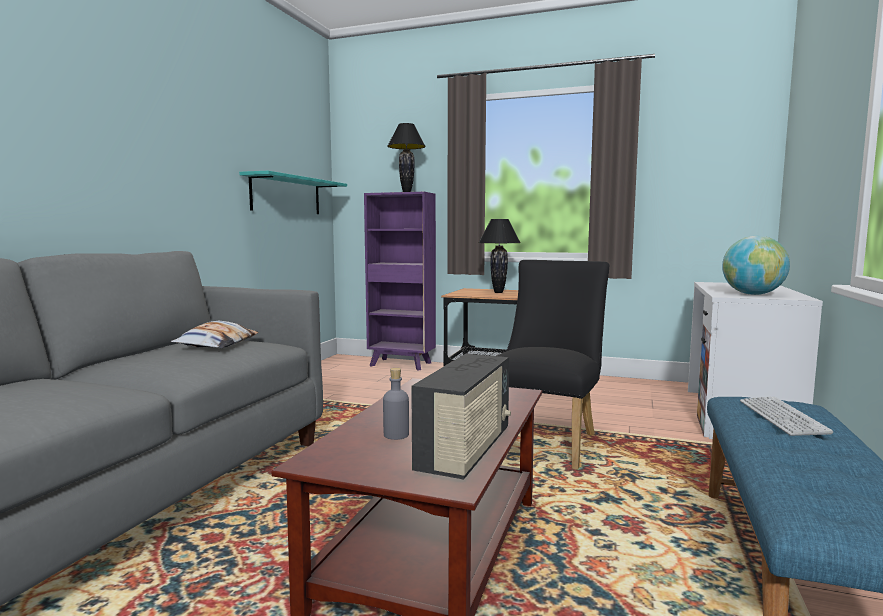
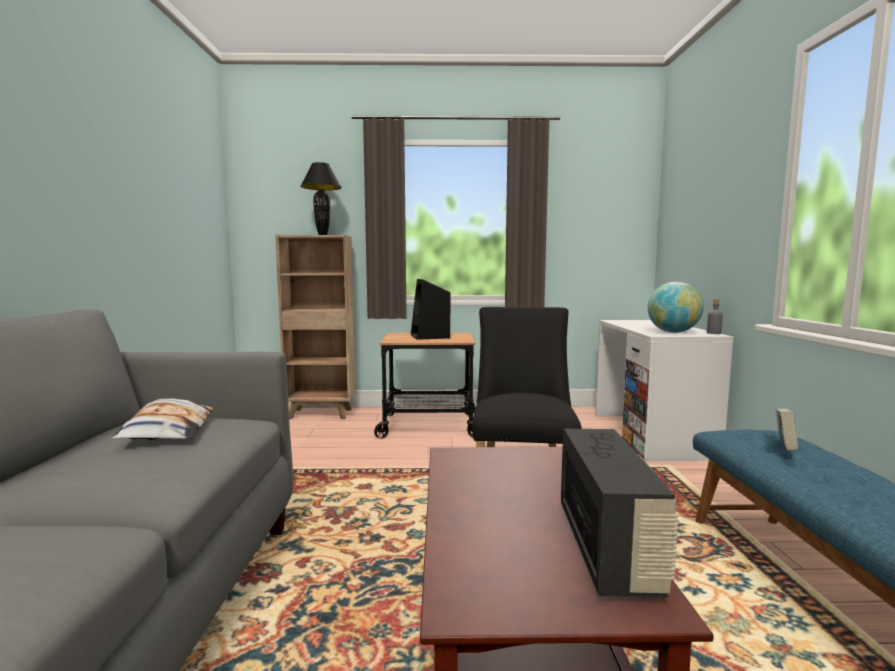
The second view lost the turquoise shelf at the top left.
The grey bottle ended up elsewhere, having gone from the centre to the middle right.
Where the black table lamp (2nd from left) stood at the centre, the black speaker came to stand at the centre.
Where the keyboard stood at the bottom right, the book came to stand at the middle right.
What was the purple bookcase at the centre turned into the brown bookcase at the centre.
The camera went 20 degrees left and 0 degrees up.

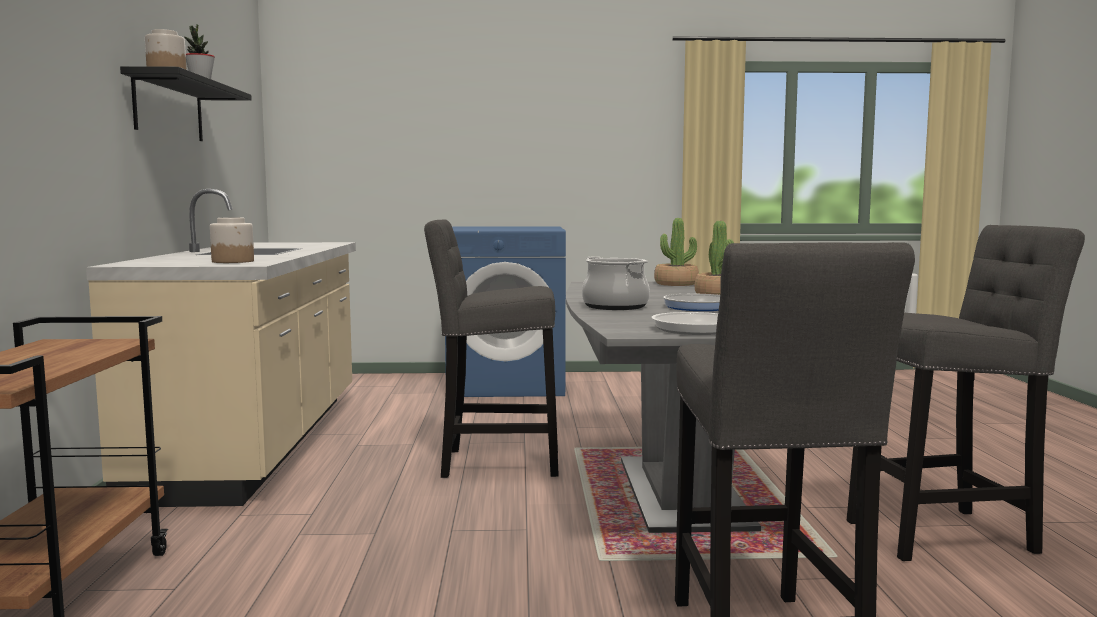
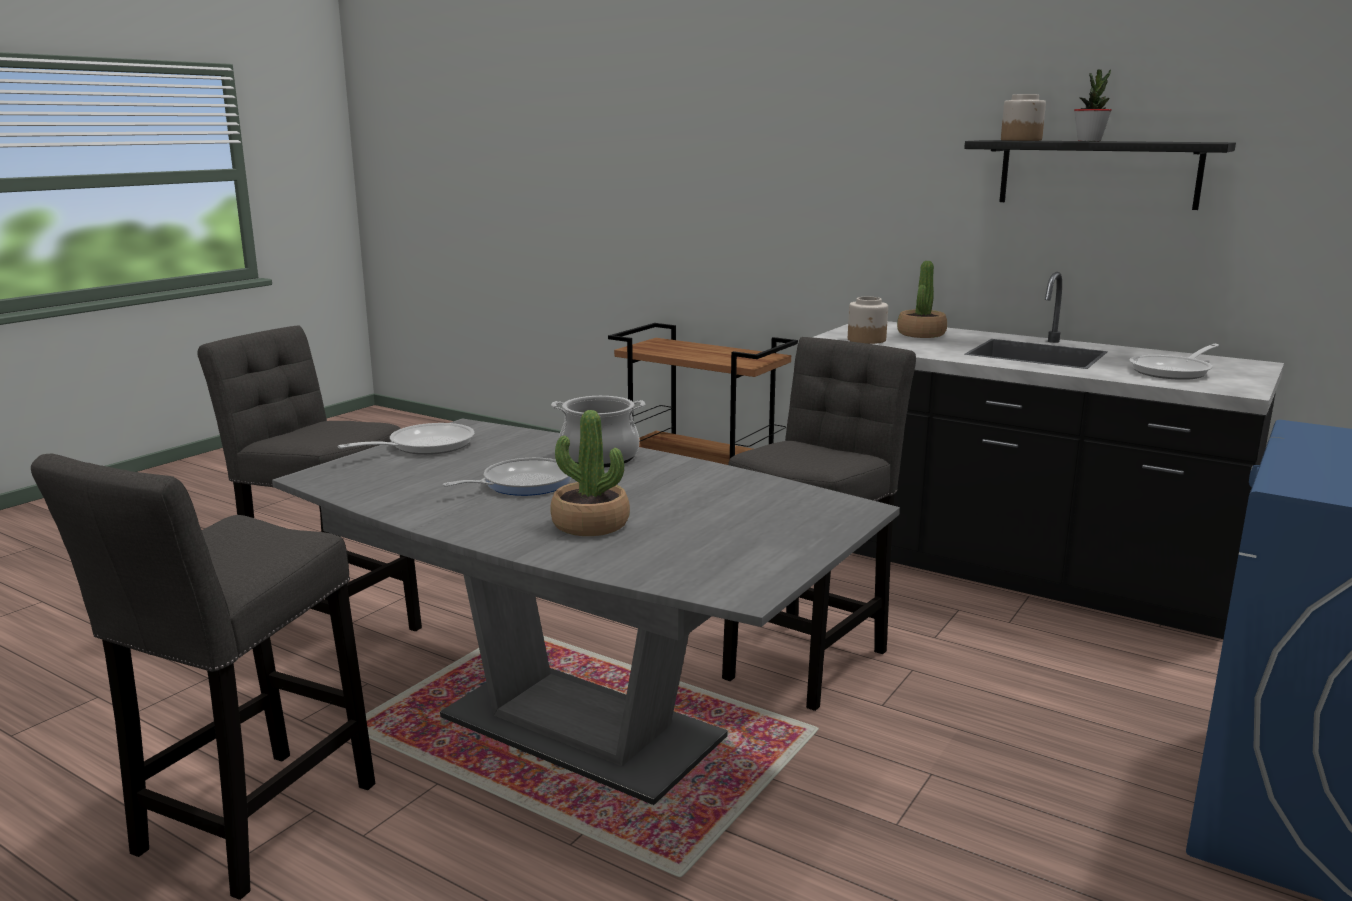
The second view gained the frying pan (3rd from left) at the middle right.
The potted plant (2nd from left) ended up elsewhere, having gone from the centre to the top right.
What was the beige counter at the middle left turned into the black counter at the middle right.
The camera went 125 degrees right and 10 degrees up.

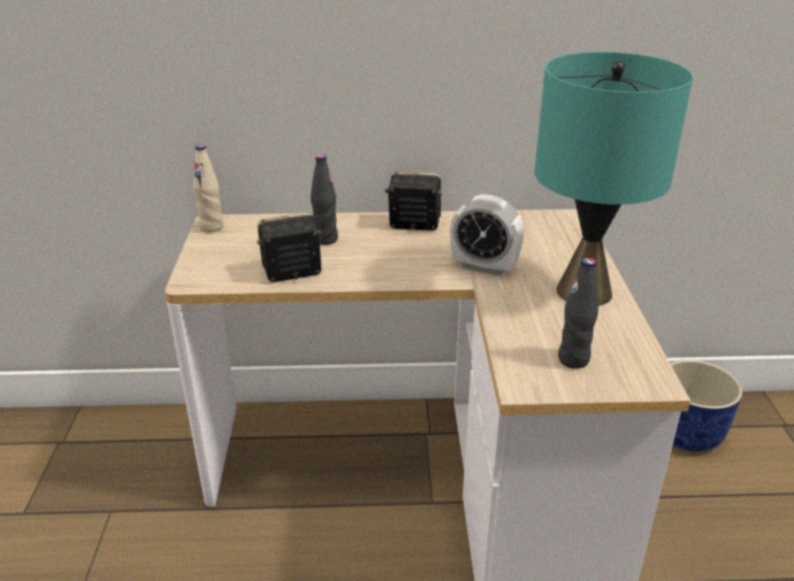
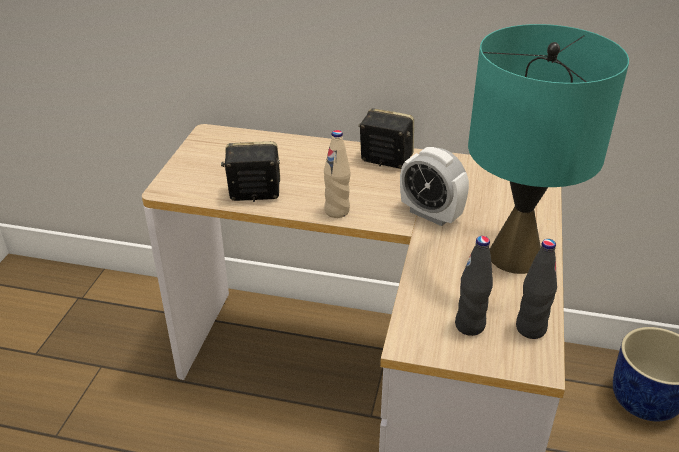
The beige bottle ended up elsewhere, having gone from the top left to the centre.
The black bottle (1st from left in the first image) ended up elsewhere, having gone from the centre to the middle right.
The camera went 15 degrees right and 5 degrees up.

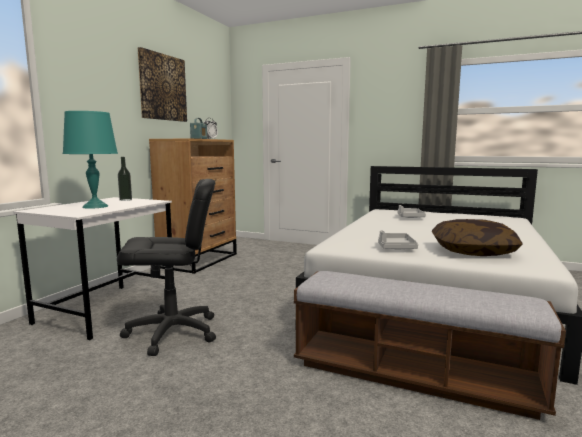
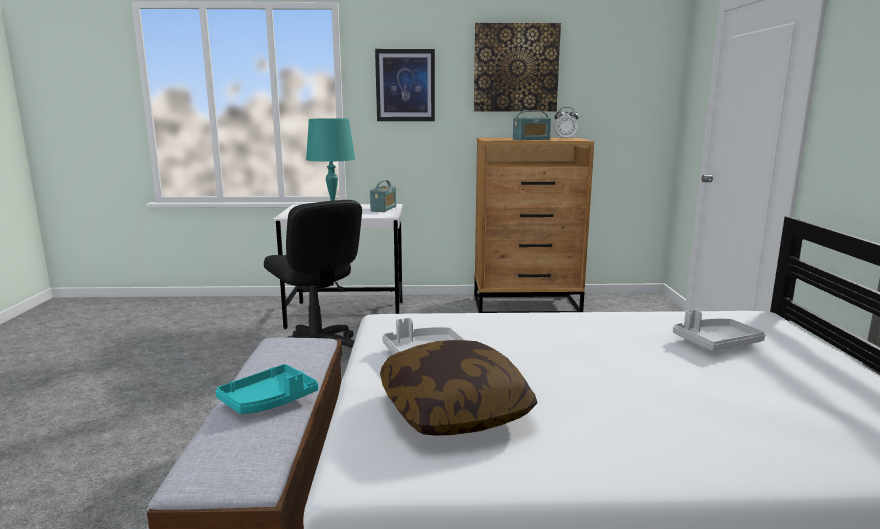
The second view gained the turquoise tray at the bottom left.
The second view gained the picture (1st from left) at the top centre.
Where the bottle stood at the middle left, the radio (1st from left) came to stand at the centre.
The camera went 65 degrees right and 5 degrees up.

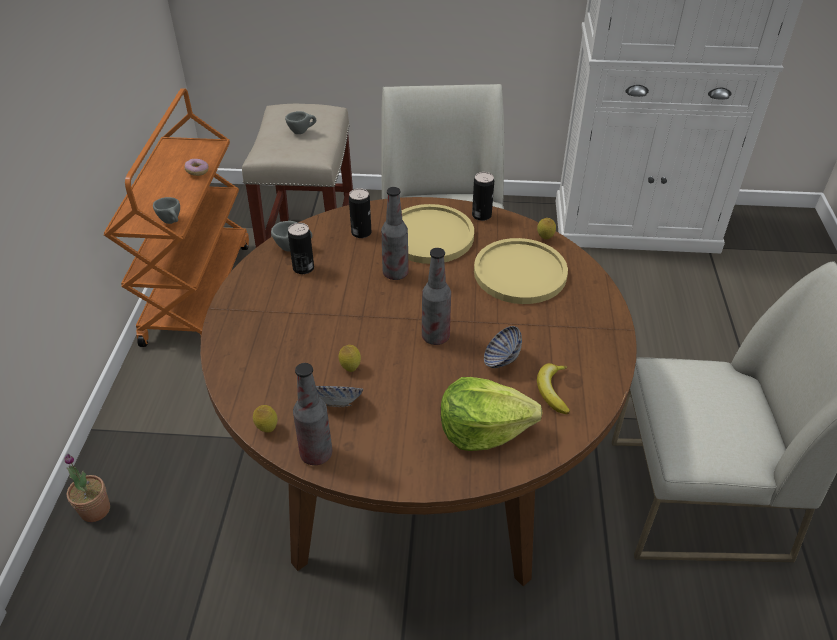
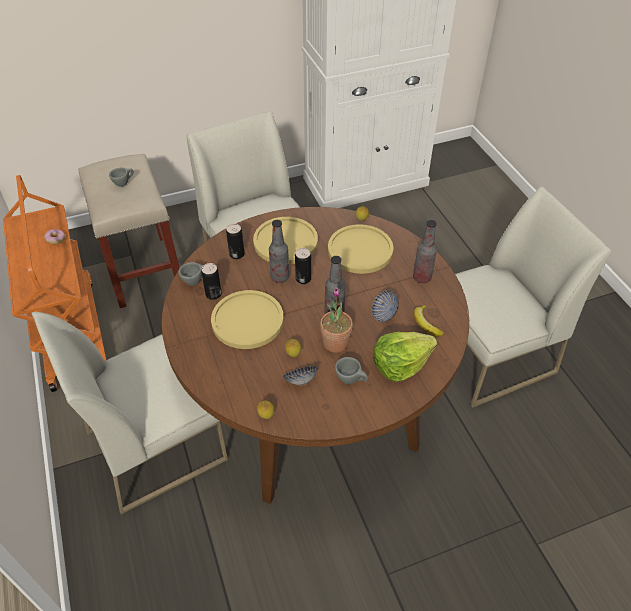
The second view gained the white chair (1st from left) at the bottom left.
The second view gained the yellow plate (1st from left) at the centre.
The potted plant ended up elsewhere, having gone from the bottom left to the centre.
The grey cup (1st from left in the first image) ended up elsewhere, having gone from the top left to the centre.
The bottle (1st from left in the first image) ended up elsewhere, having gone from the centre to the middle right.
The can (3rd from left) ended up elsewhere, having gone from the top centre to the centre.
The camera went 25 degrees left and 5 degrees up.

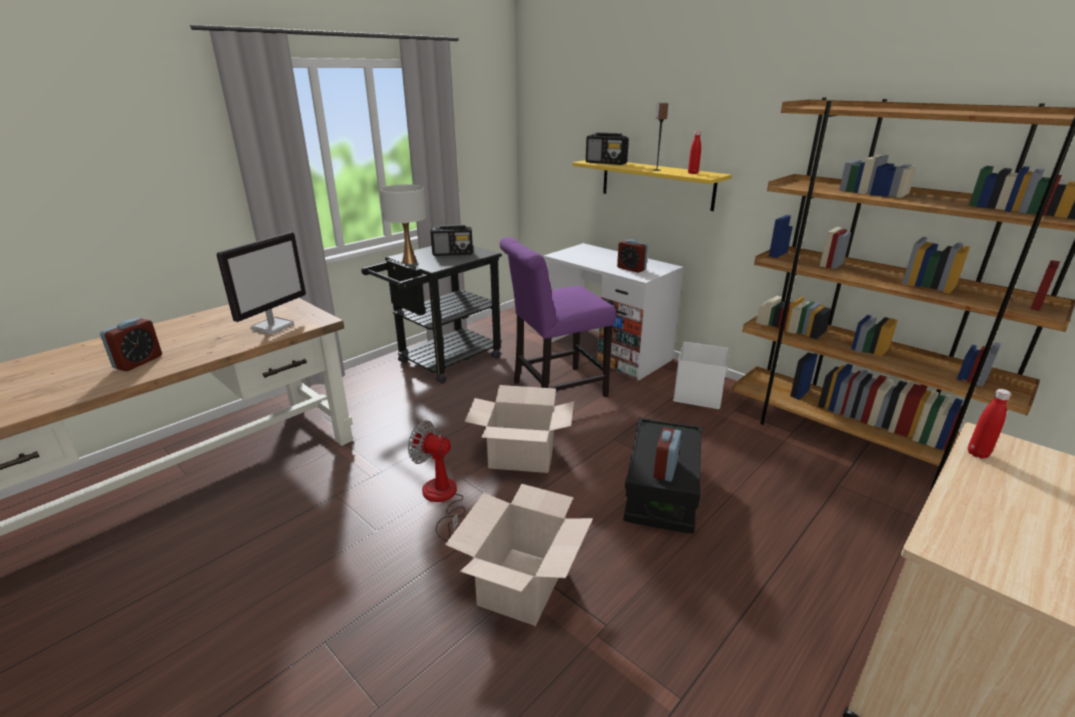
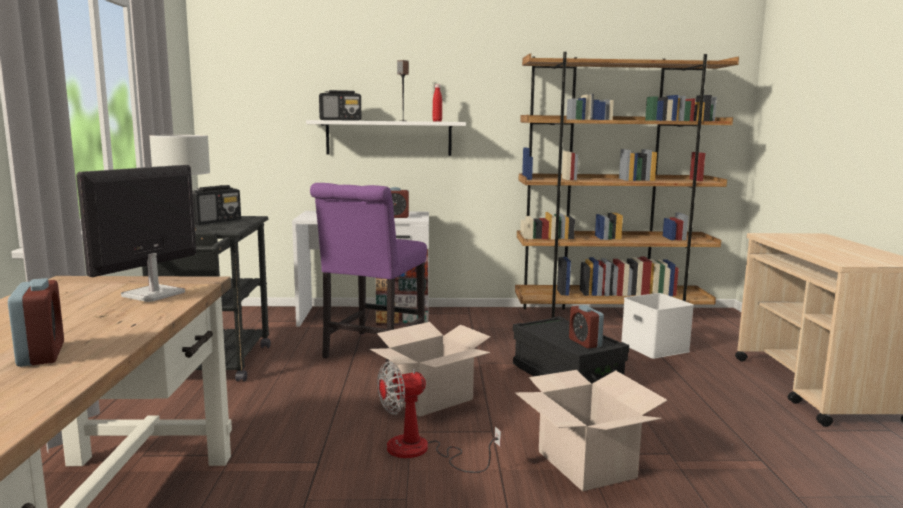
The second view lost the red bottle (2nd from left) at the middle right.
The white storage box ended up elsewhere, having gone from the centre to the middle right.
What was the yellow shelf at the top centre turned into the white shelf at the top centre.
The monitor at the middle left ended up facing another way, 135 degrees counterclockwise from before.
The camera went 45 degrees left and 15 degrees down.

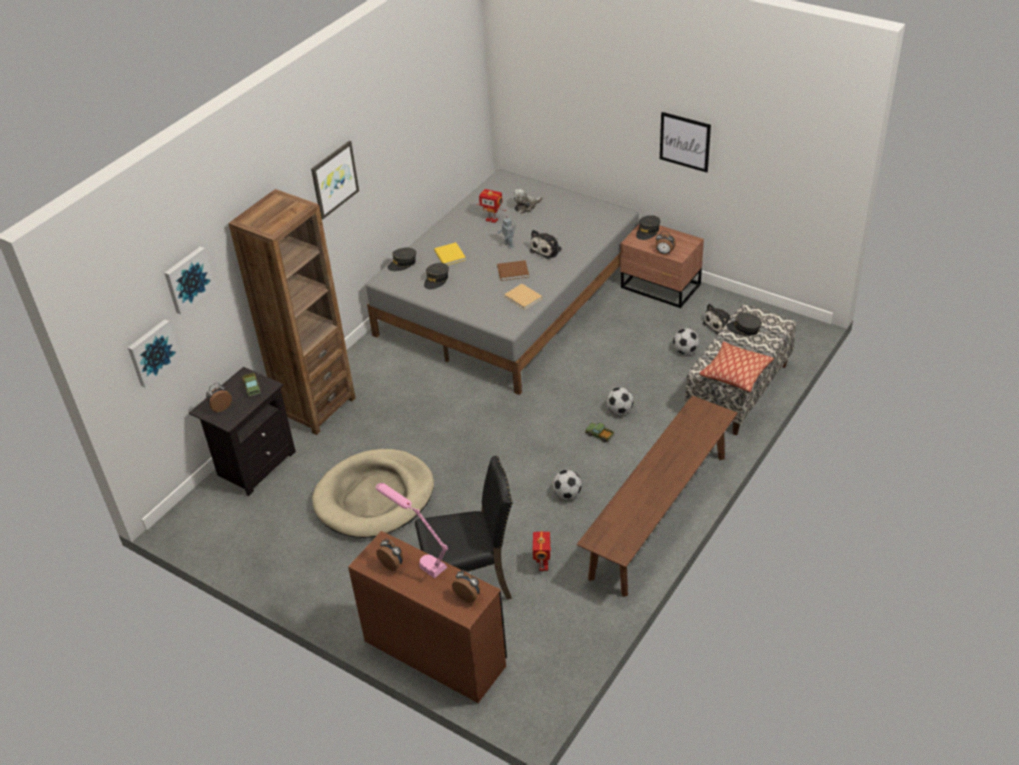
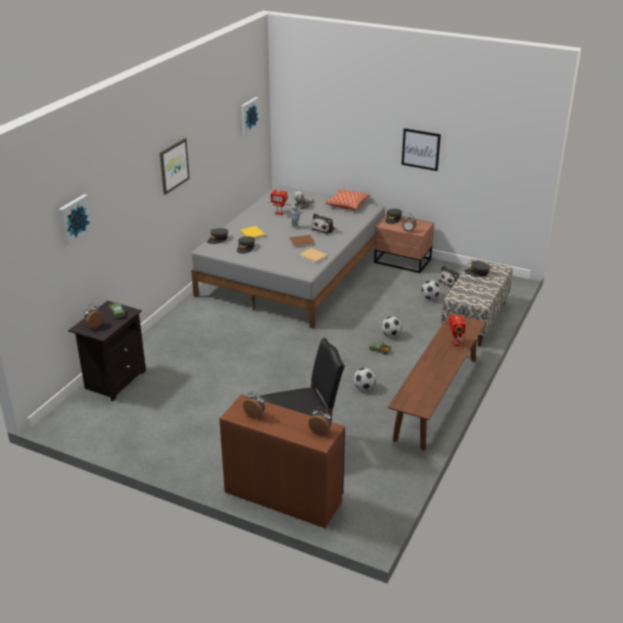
The second view lost the brown bookcase at the middle left.
The second view lost the beige dog bed at the centre.
The second view lost the pink table lamp at the bottom centre.
The picture (1st from left in the first image) ended up elsewhere, having gone from the middle left to the top centre.
The toy robot (3rd from left) ended up elsewhere, having gone from the bottom centre to the middle right.
The pillow ended up elsewhere, having gone from the middle right to the top centre.
The camera went 10 degrees left and 10 degrees down.

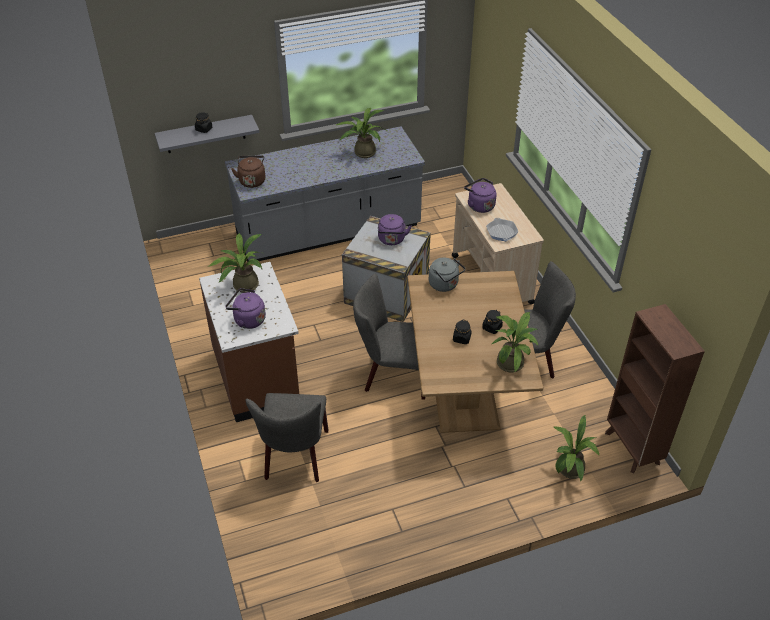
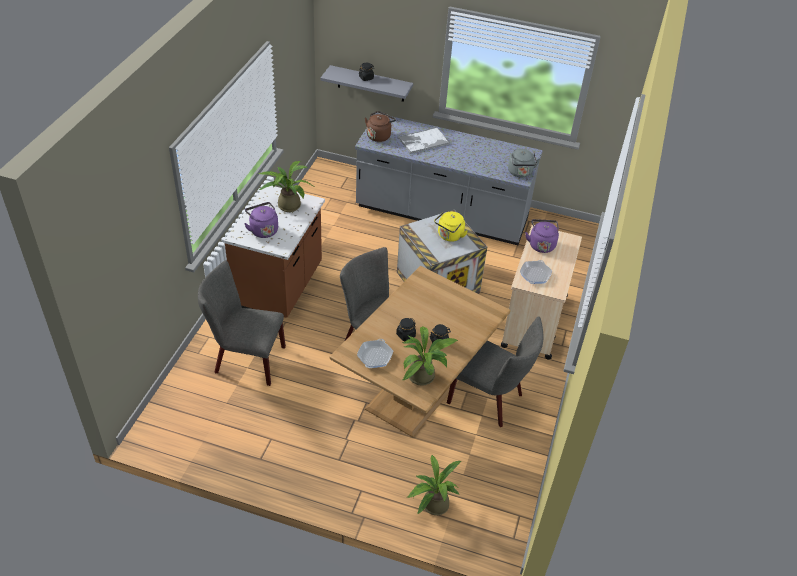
The second view lost the potted plant (2nd from left) at the top centre.
The second view lost the brown bookcase at the middle right.
The second view gained the frying pan (1st from left) at the centre.
The second view gained the tray at the top centre.
The grey kettle ended up elsewhere, having gone from the centre to the top centre.
What was the purple kettle (2nd from left) at the centre turned into the yellow kettle at the centre.
The grey chair (1st from left) at the bottom centre ended up facing another way, 60 degrees clockwise from before.
The camera went 35 degrees right and 0 degrees up.

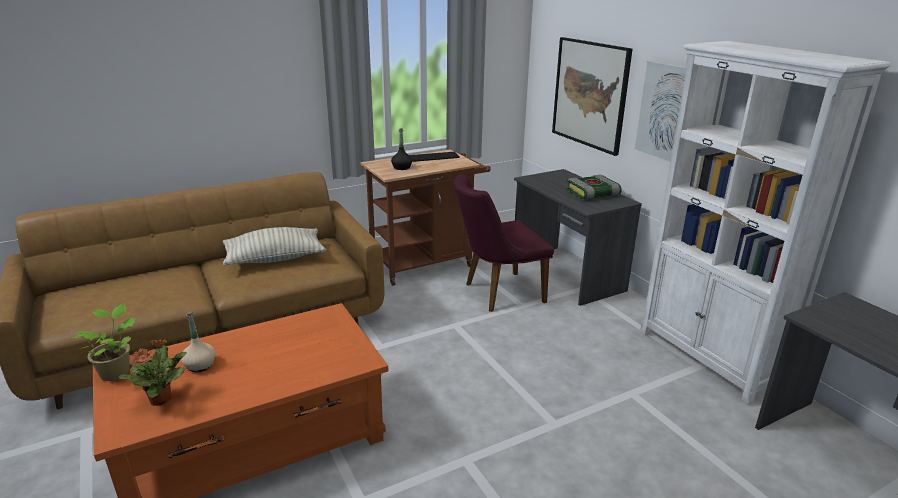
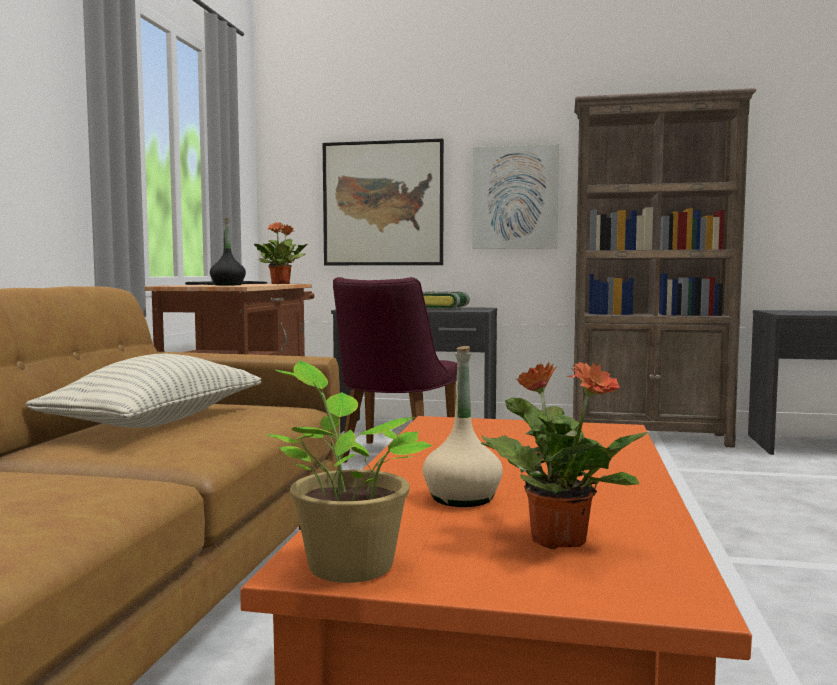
The second view gained the potted plant (1st from left) at the centre.
What was the white bookcase at the middle right turned into the brown bookcase at the middle right.
The camera went 50 degrees left and 20 degrees down.

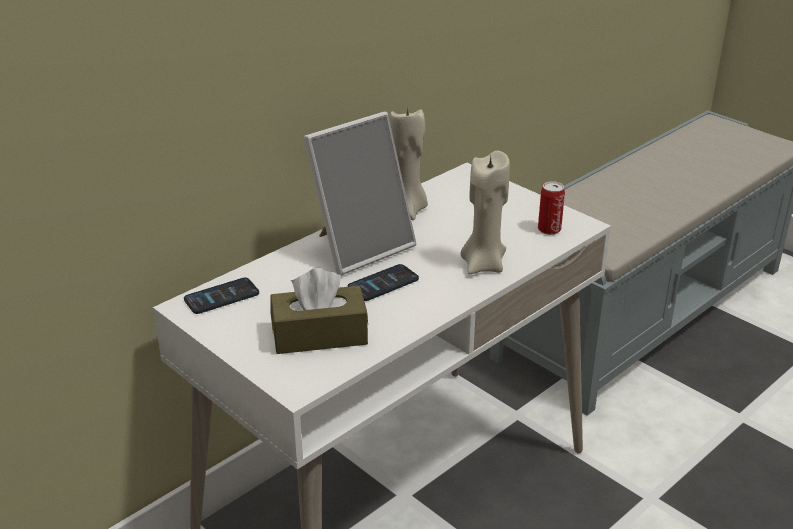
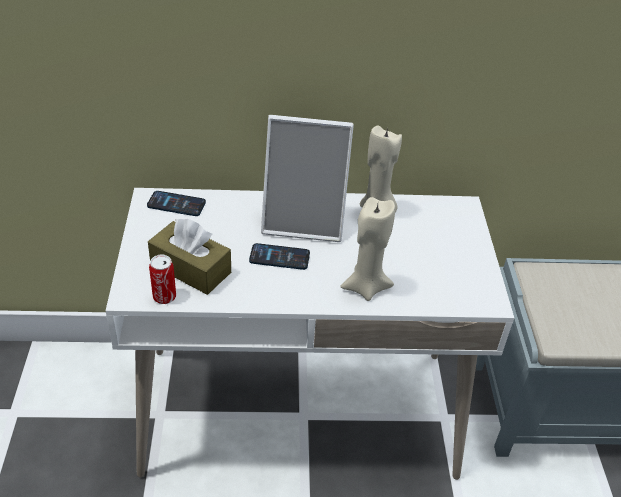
The can ended up elsewhere, having gone from the middle right to the middle left.
The camera went 40 degrees right and 10 degrees up.

